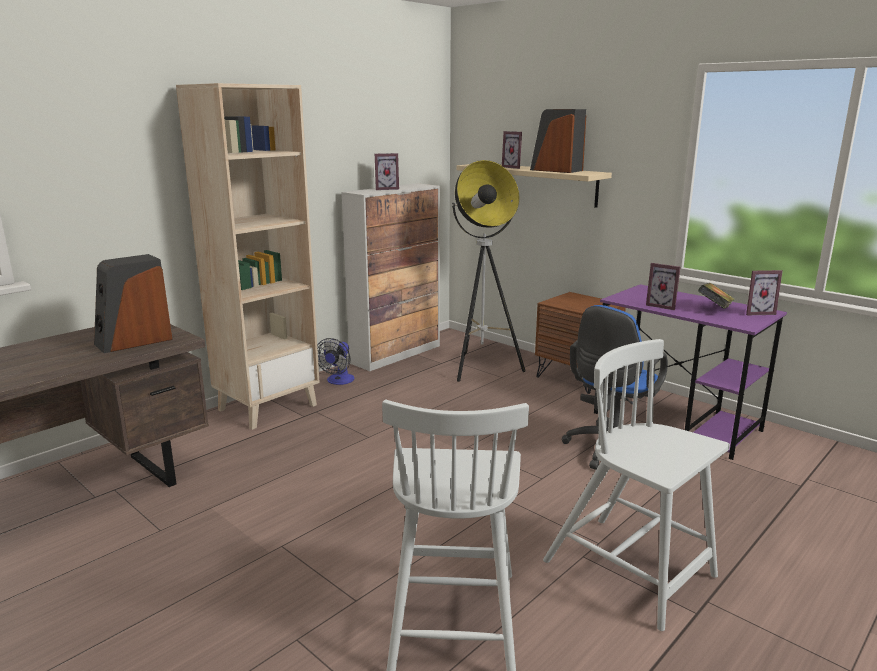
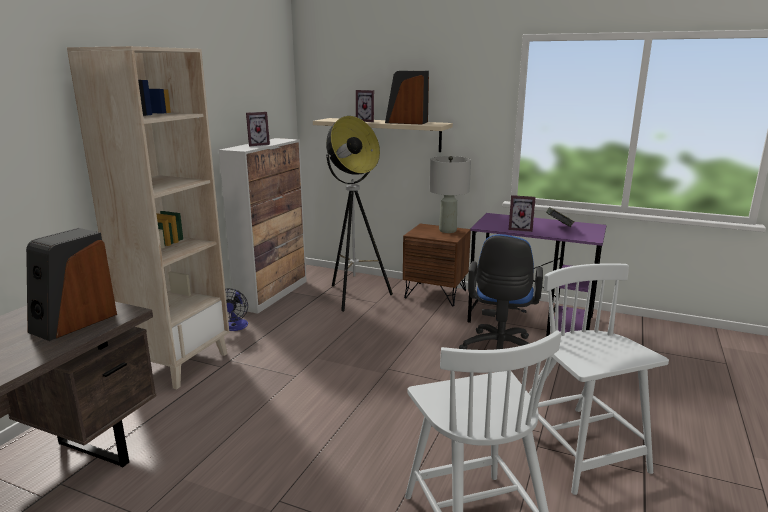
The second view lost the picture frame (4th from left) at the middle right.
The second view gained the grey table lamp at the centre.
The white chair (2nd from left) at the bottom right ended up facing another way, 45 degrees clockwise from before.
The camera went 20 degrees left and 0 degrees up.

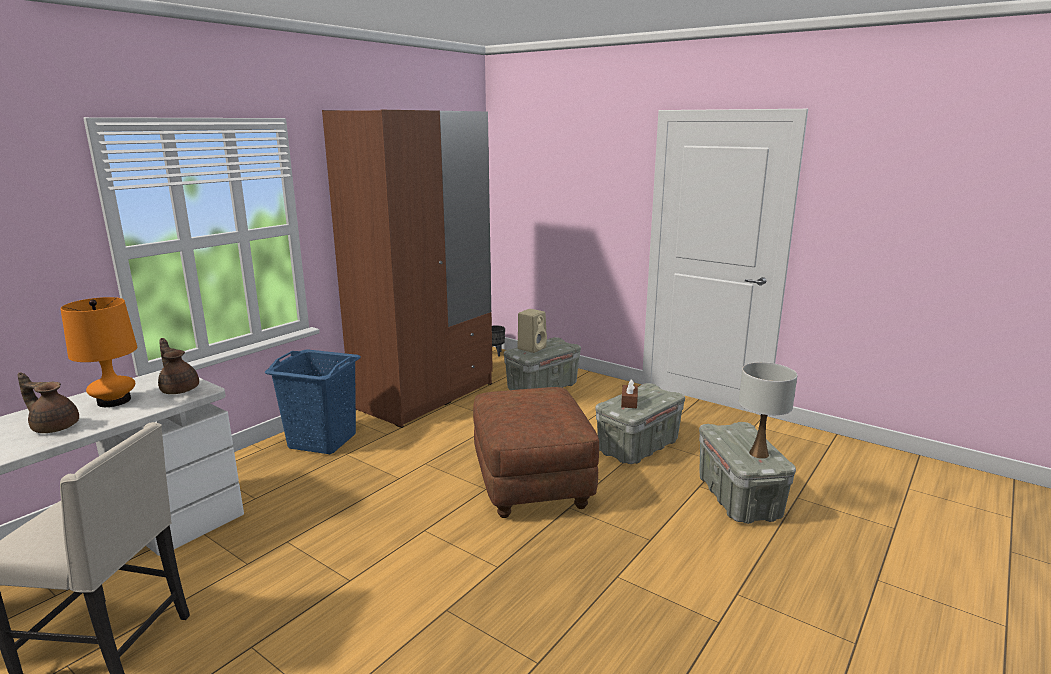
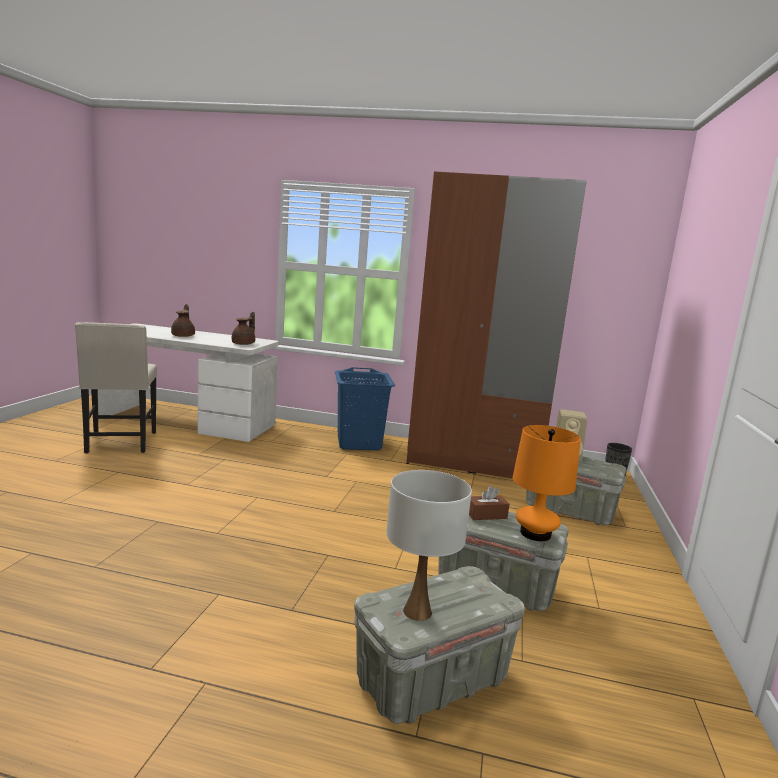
The second view lost the brown ottoman at the bottom centre.
The orange table lamp ended up elsewhere, having gone from the middle left to the middle right.
The camera went 65 degrees right and 5 degrees down.

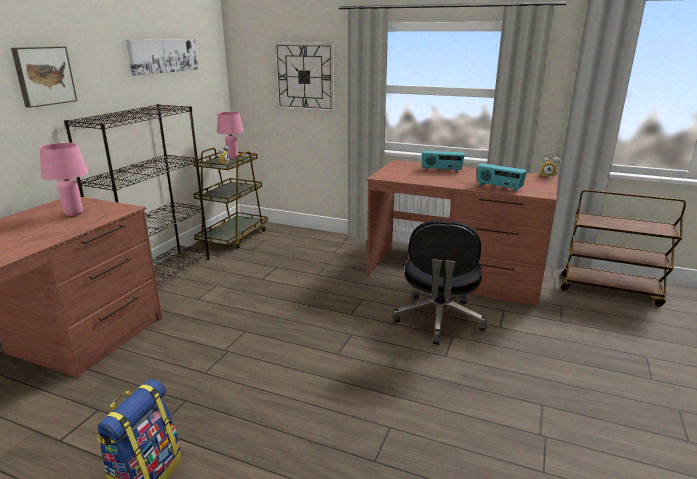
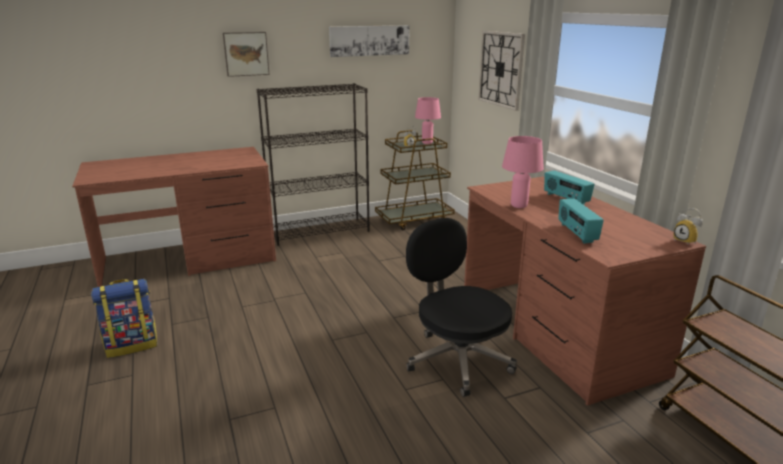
The pink table lamp (1st from left in the first image) ended up elsewhere, having gone from the middle left to the middle right.
The black office chair at the centre ended up facing another way, 90 degrees clockwise from before.
The camera went 45 degrees right and 0 degrees up.

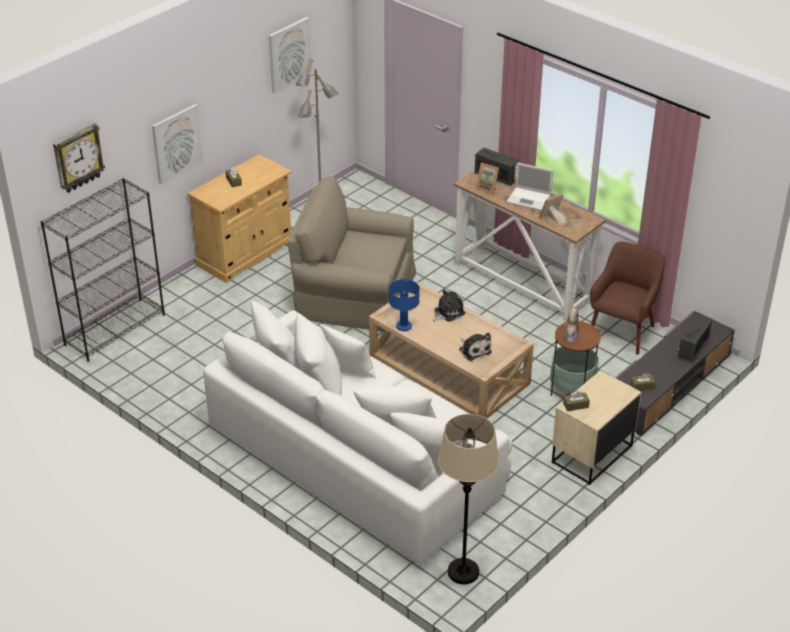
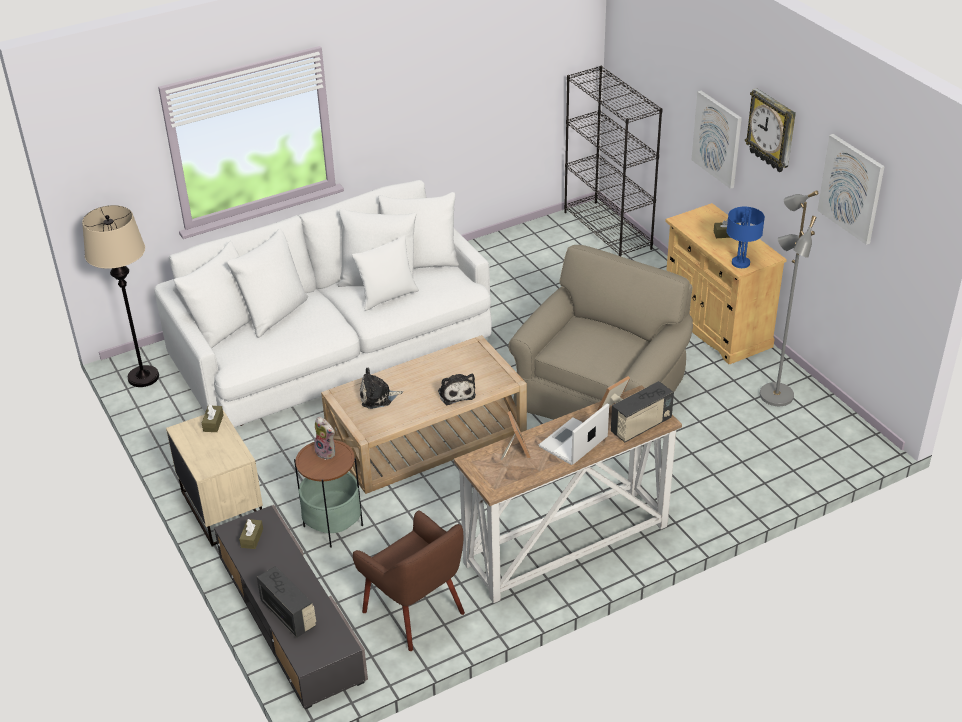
The wall clock ended up elsewhere, having gone from the top left to the top right.
The blue table lamp ended up elsewhere, having gone from the centre to the top right.
The camera went 110 degrees right and 0 degrees up.

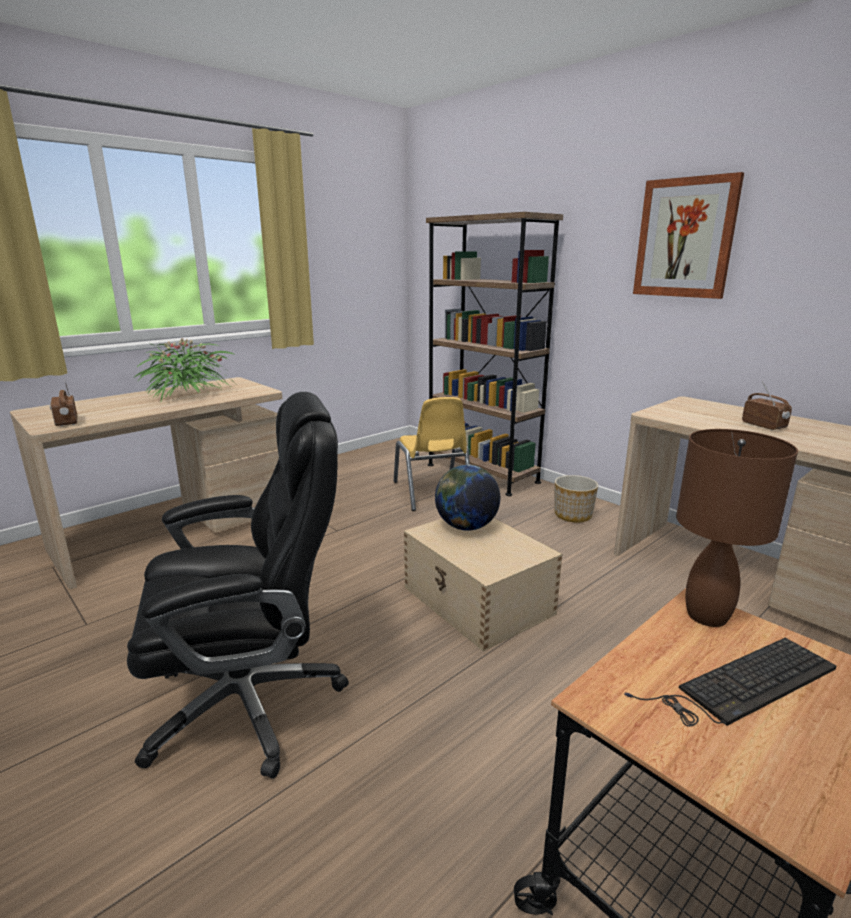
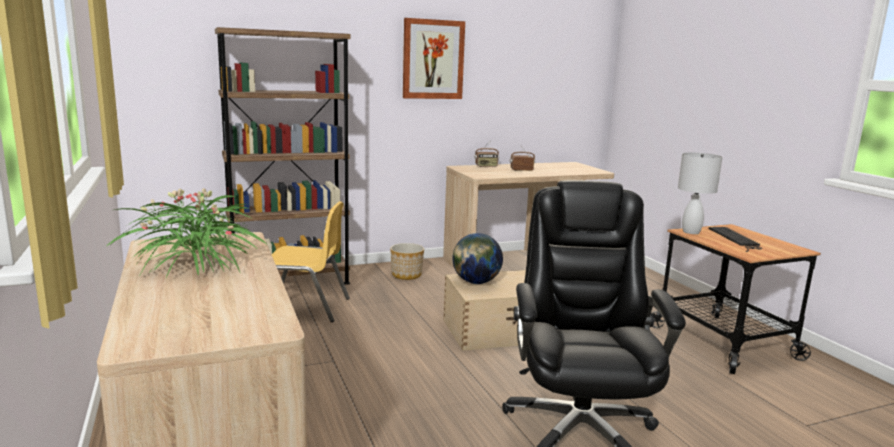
The radio (1st from left) ended up elsewhere, having gone from the middle left to the centre.
What was the brown table lamp at the middle right turned into the white table lamp at the middle right.
The camera went 70 degrees left and 5 degrees down.

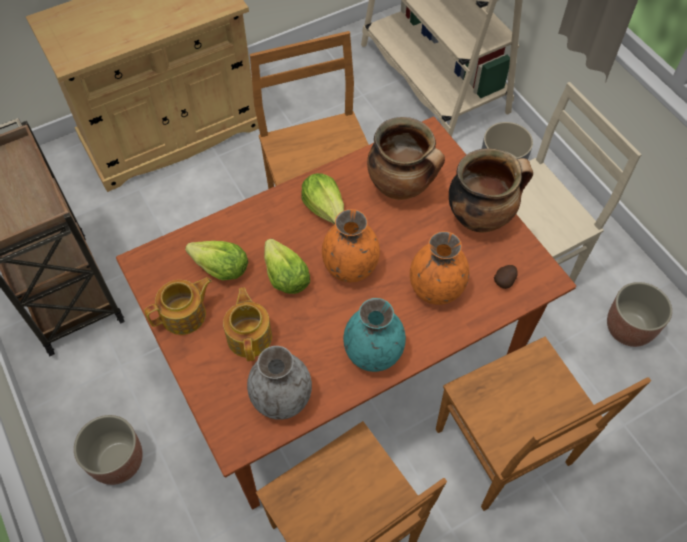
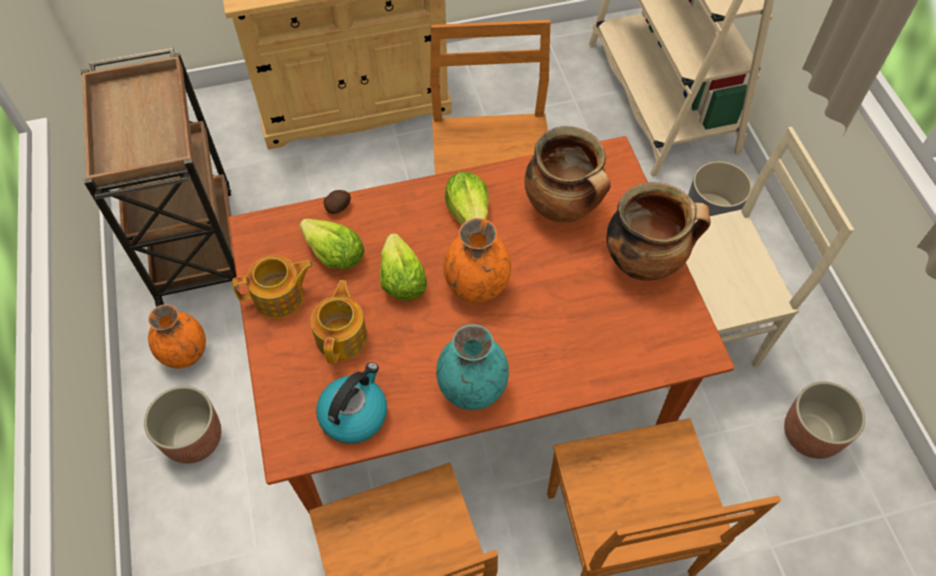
The orange vase (2nd from left in the first image) ended up elsewhere, having gone from the centre to the middle left.
The potato ended up elsewhere, having gone from the middle right to the centre.
Where the grey vase stood at the bottom centre, the kettle came to stand at the bottom centre.
The camera went 15 degrees right and 0 degrees up.

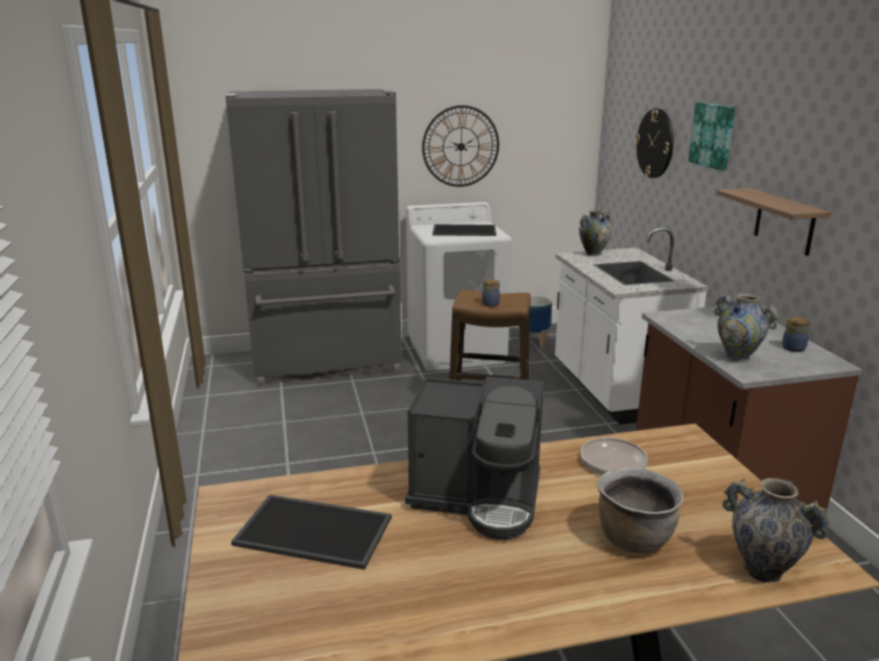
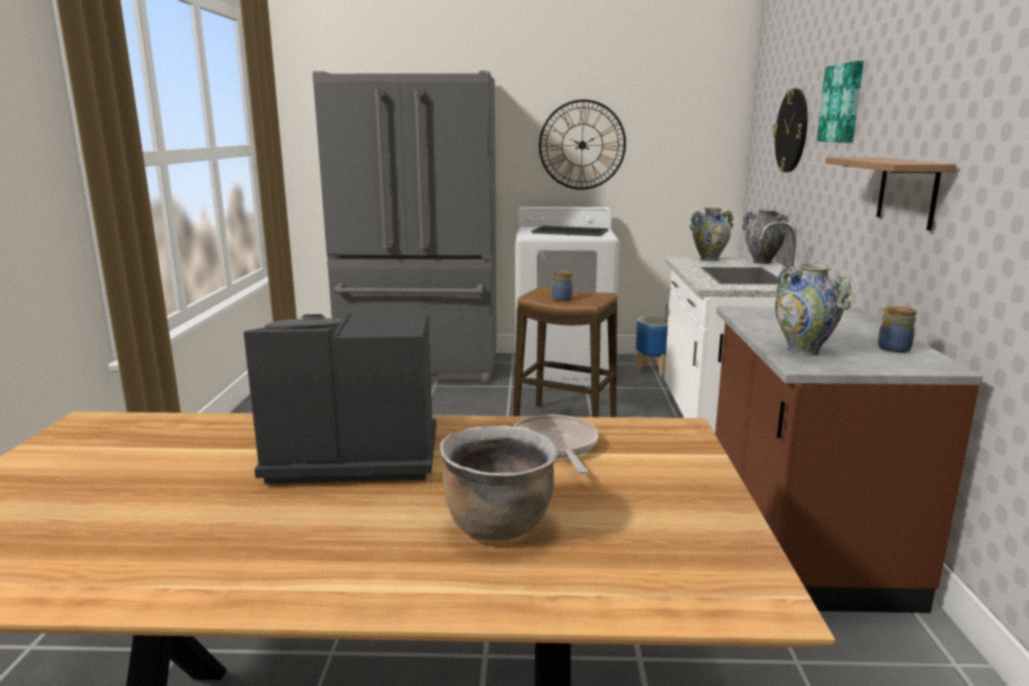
The second view lost the tray (1st from left) at the bottom centre.
The vase (3rd from left in the first image) ended up elsewhere, having gone from the bottom right to the middle right.
The coffee machine at the bottom centre ended up facing another way, 150 degrees clockwise from before.
The camera went 15 degrees right and 5 degrees down.

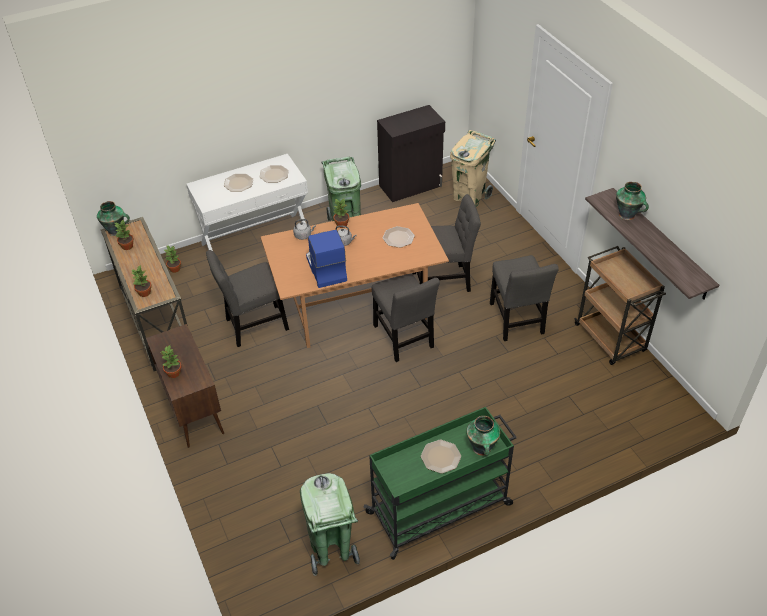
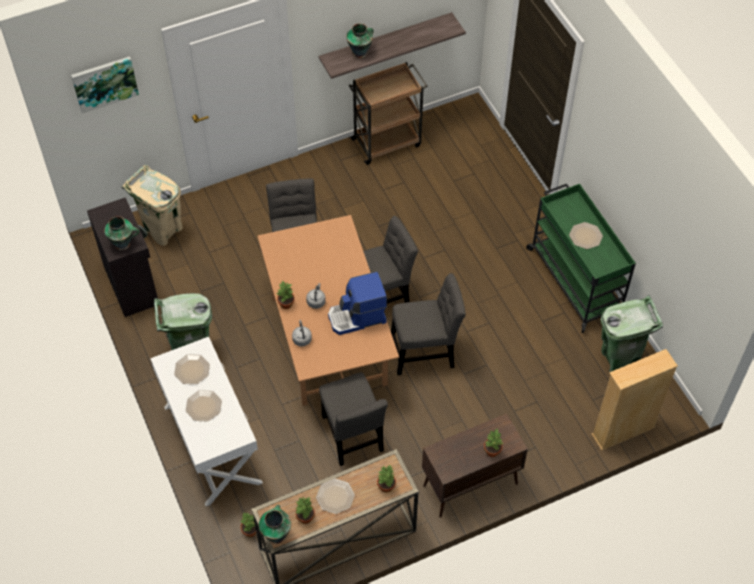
The second view gained the picture at the top left.
The second view gained the beige bookcase at the bottom right.
The plate (3rd from left) ended up elsewhere, having gone from the centre to the bottom centre.
The vase (2nd from left in the first image) ended up elsewhere, having gone from the bottom centre to the middle left.
The grey chair (4th from left) ended up elsewhere, having gone from the middle right to the centre.
The camera went 90 degrees left and 10 degrees up.

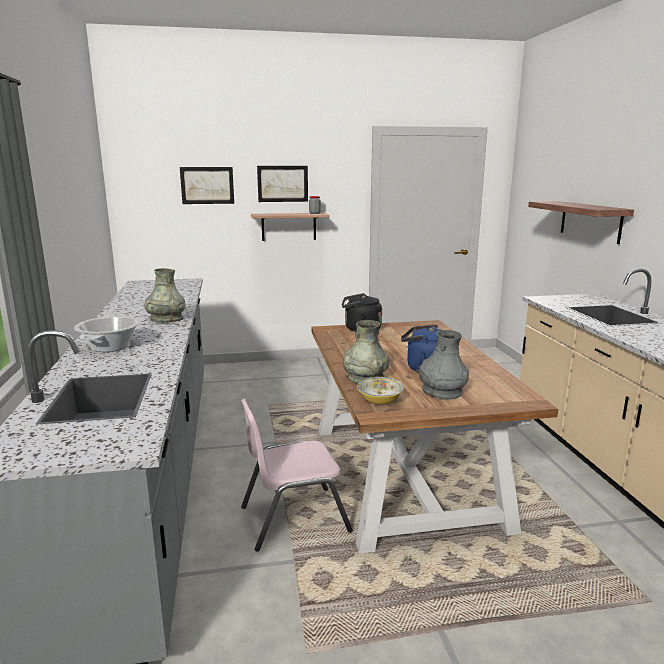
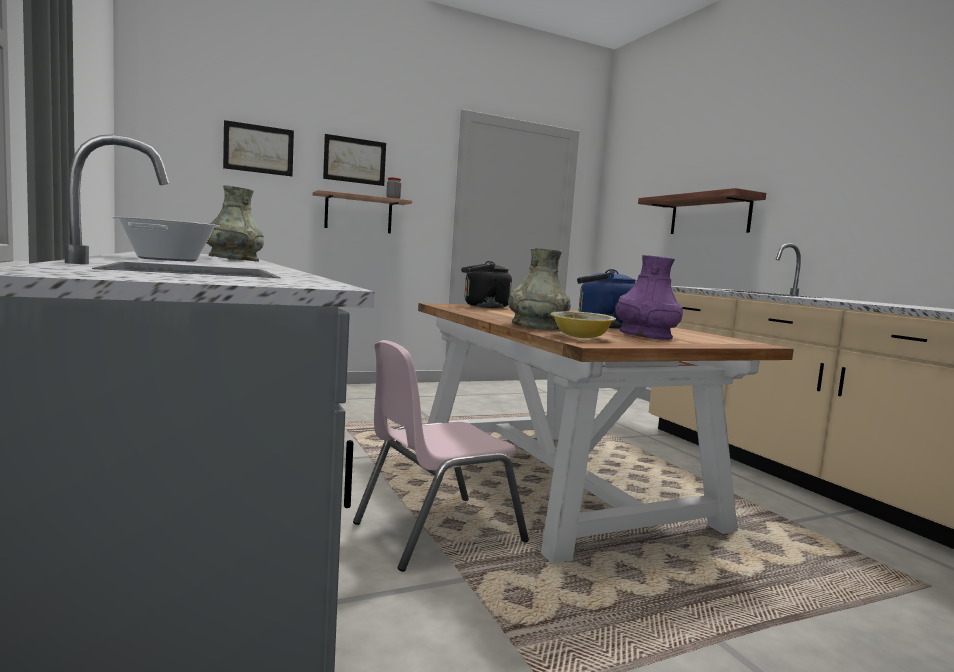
What was the grey vase (3rd from left) at the middle right turned into the purple vase at the middle right.
The camera went 15 degrees left and 10 degrees down.

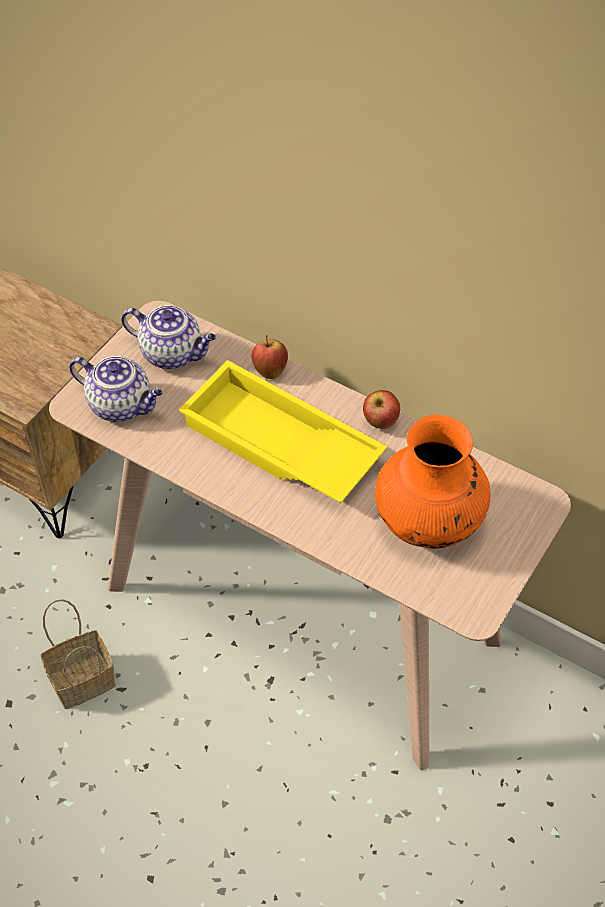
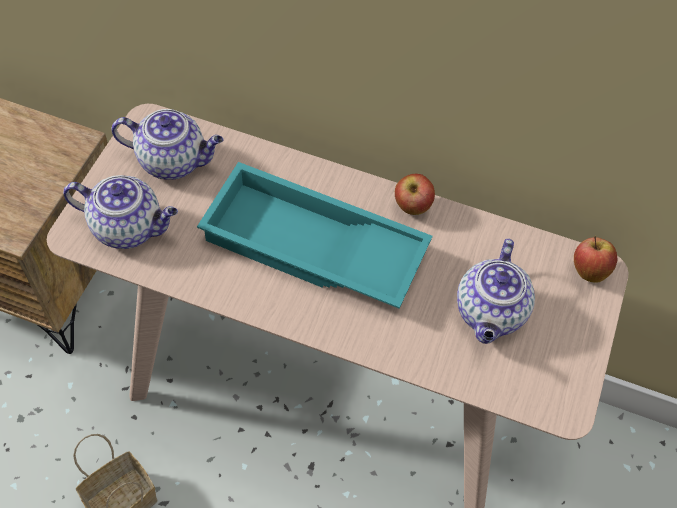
The apple (1st from left in the first image) ended up elsewhere, having gone from the centre to the middle right.
Where the orange vase stood at the middle right, the teapot (3rd from left) came to stand at the middle right.
What was the yellow tray at the centre turned into the turquoise tray at the centre.
The camera went 15 degrees left and 5 degrees up.

